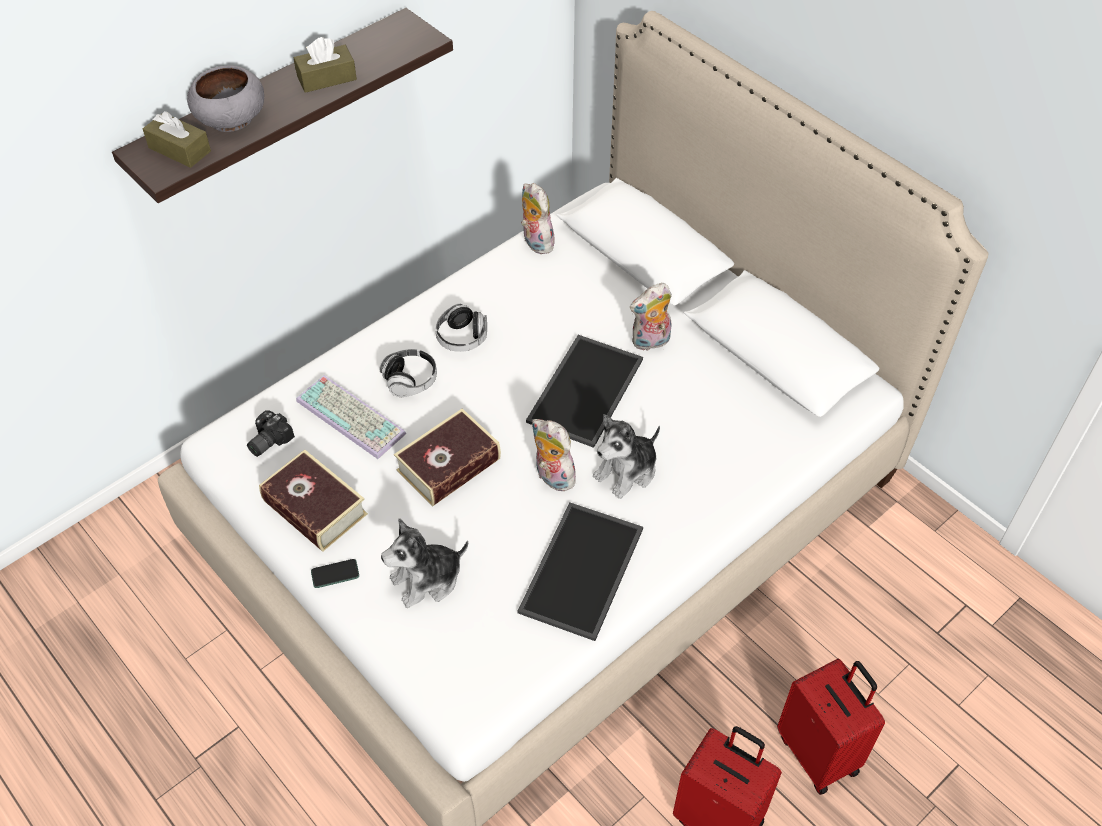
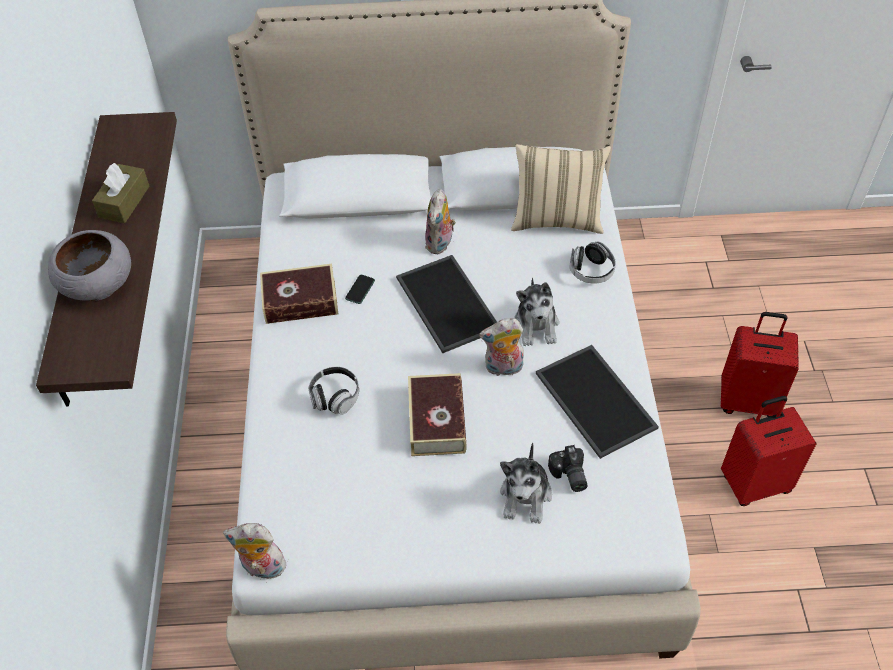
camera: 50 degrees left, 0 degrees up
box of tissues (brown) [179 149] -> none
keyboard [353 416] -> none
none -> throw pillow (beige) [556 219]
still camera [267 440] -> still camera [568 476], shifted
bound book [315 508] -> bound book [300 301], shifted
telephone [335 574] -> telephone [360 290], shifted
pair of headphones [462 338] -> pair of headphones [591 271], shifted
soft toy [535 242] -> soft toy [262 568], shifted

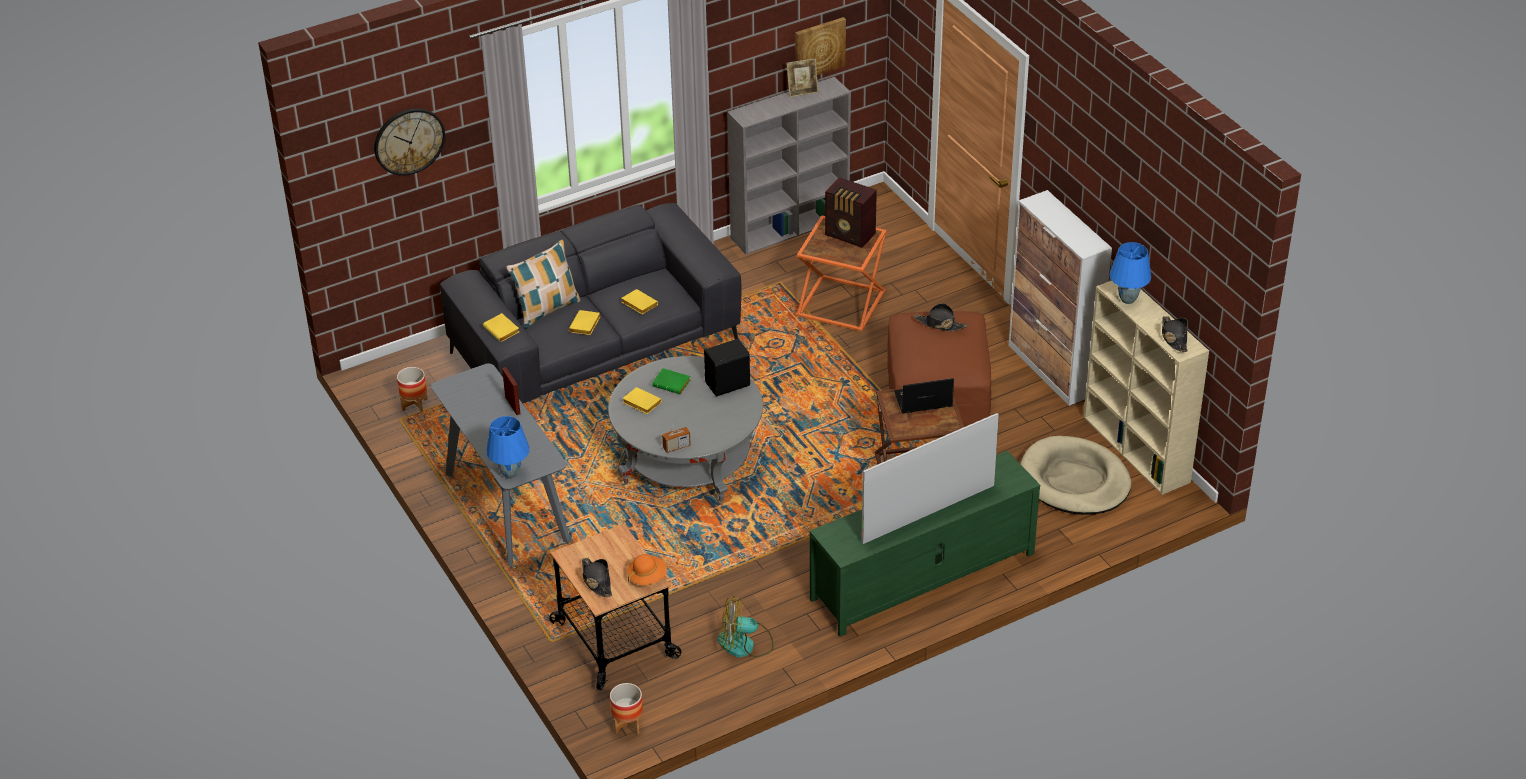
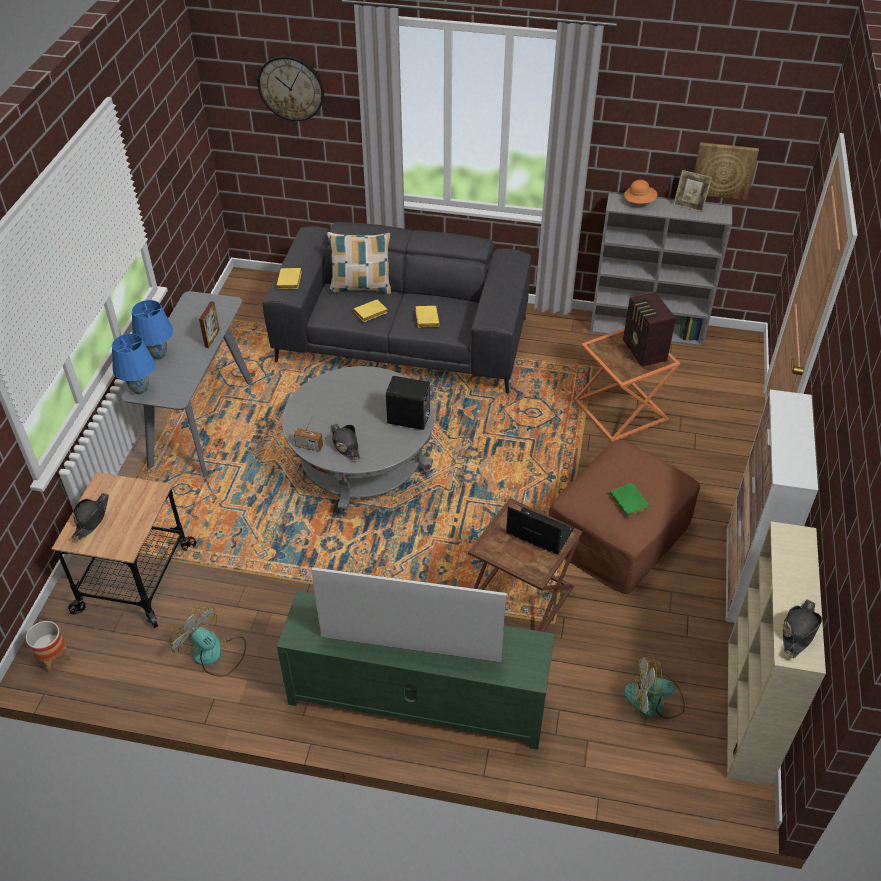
camera: 40 degrees right, 5 degrees up
plant pot [414 404] -> none
bound book (yellowish) [640 403] -> none
wearable hat (orangey) [647 577] -> wearable hat (orangey) [639 201], shifted
bound book (green-coloured) [672 384] -> bound book (green-coloured) [630 502], shifted
wearable hat (blackish) [940 324] -> wearable hat (blackish) [345 444], shifted
tabletop lamp (blue-coloured) [1127 299] -> tabletop lamp (blue-coloured) [158 355], shifted
pet bed (beige) [1074 481] -> cooling fan [653 701]

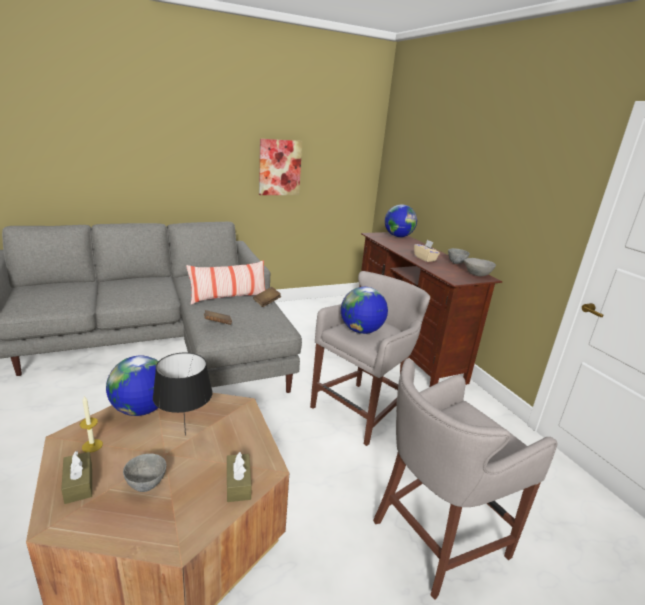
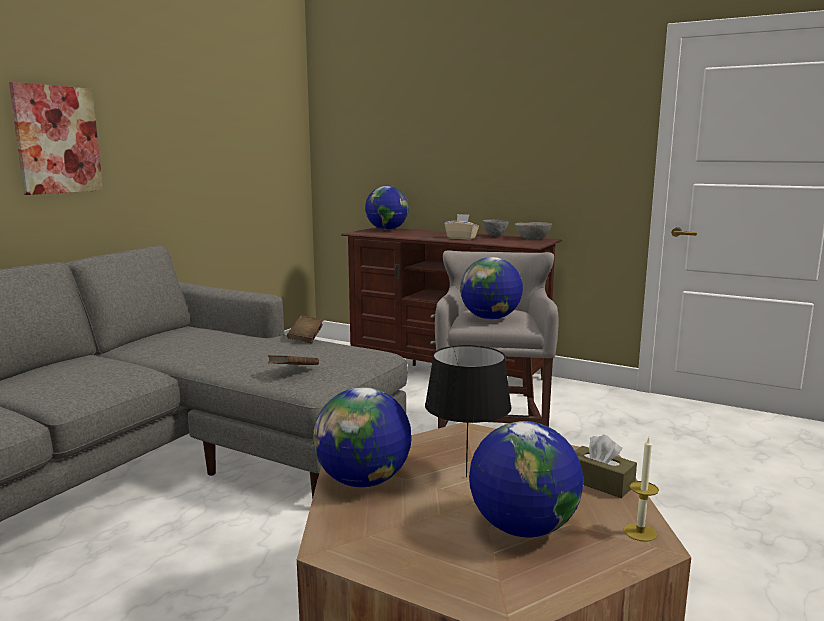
camera: 35 degrees left, 10 degrees down
box of tissues (brown) [79 484] -> none
throw pillow [228 298] -> none
sitting stool (greyish) [435 537] -> none
wax candle [92 445] -> wax candle [640 532], shifted
wall art [279 167] -> wall art [57 140], shifted
bowl (greyish) [146 484] -> desk globe [522 528]

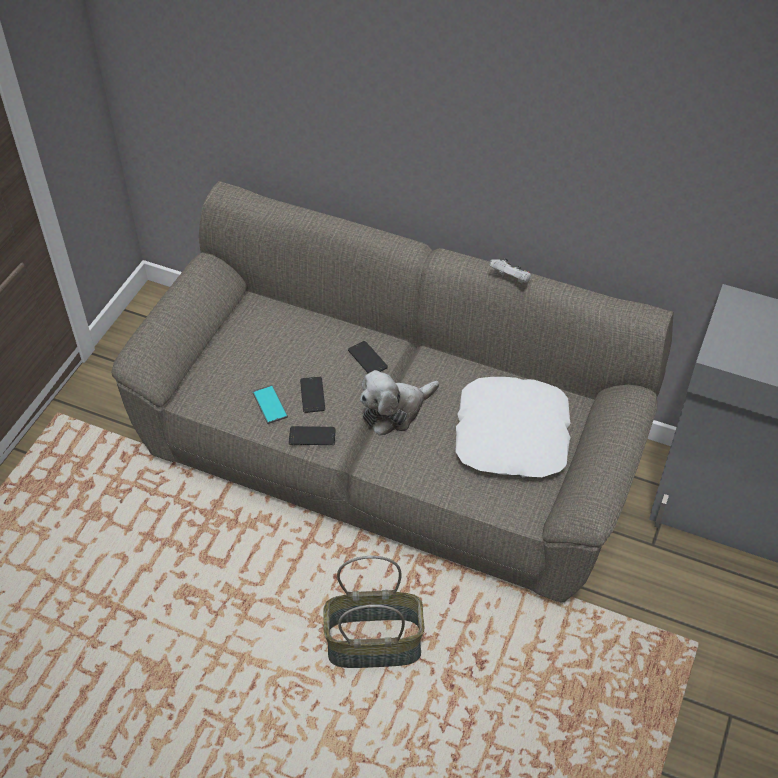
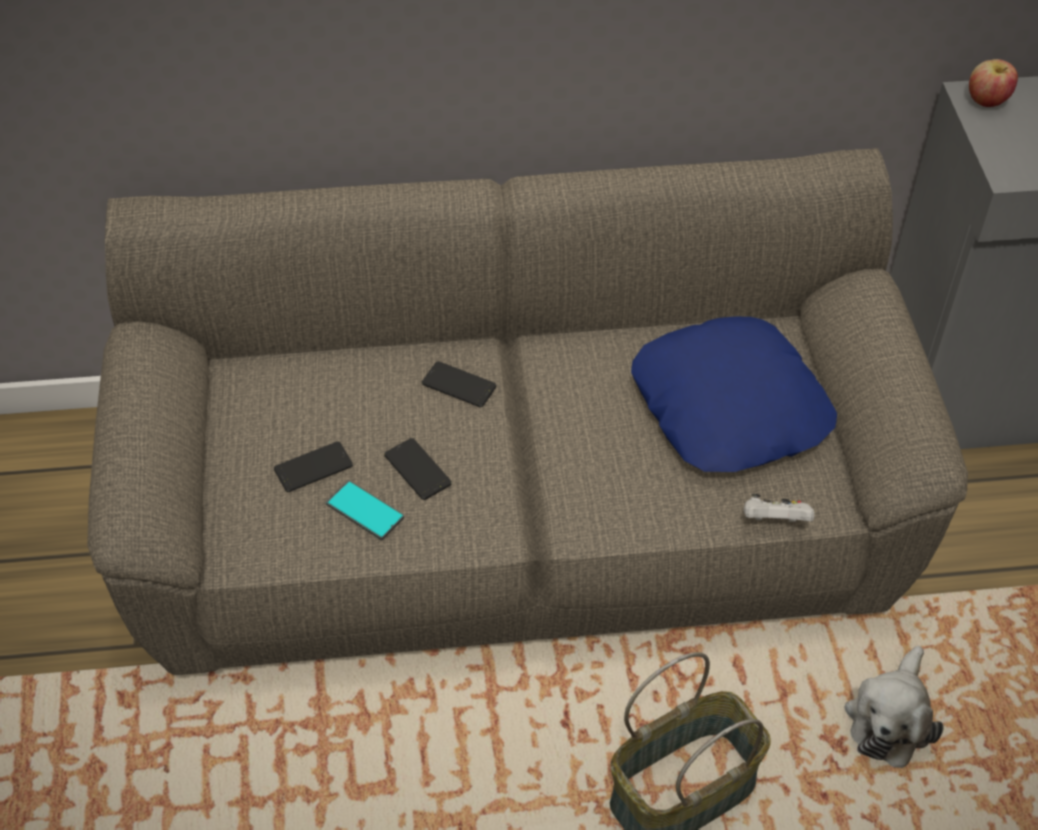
camera: 30 degrees left, 0 degrees up
none -> apple [987 101]
telephone [312 436] -> telephone [313 467], shifted
soft toy [395 411] -> soft toy [890 719], shifted
gamepad (white) [510 279] -> gamepad (white) [774 522], shifted
throw pillow (white) [513 435] -> throw pillow (blue-coloured) [730 407]

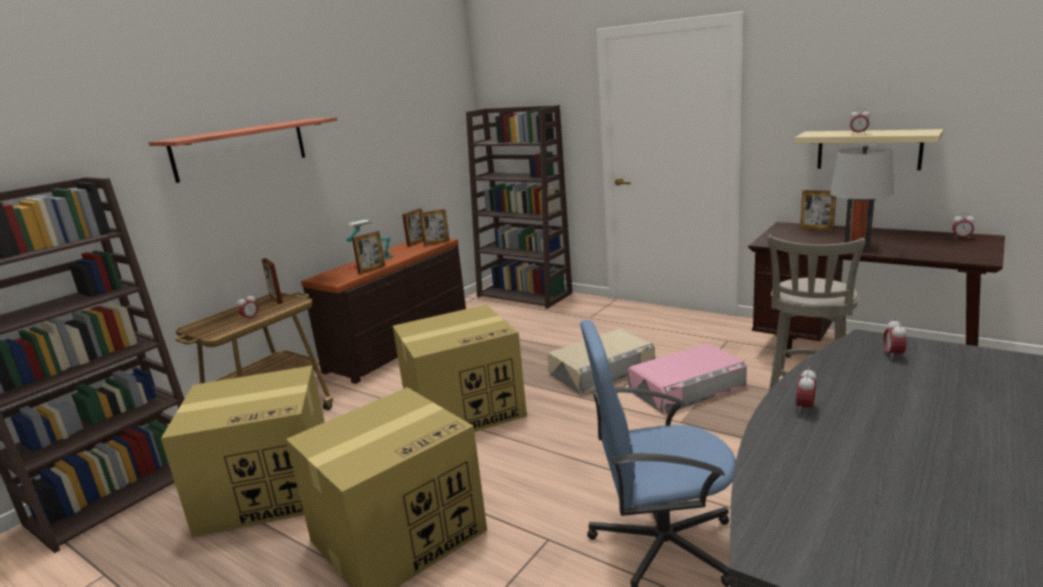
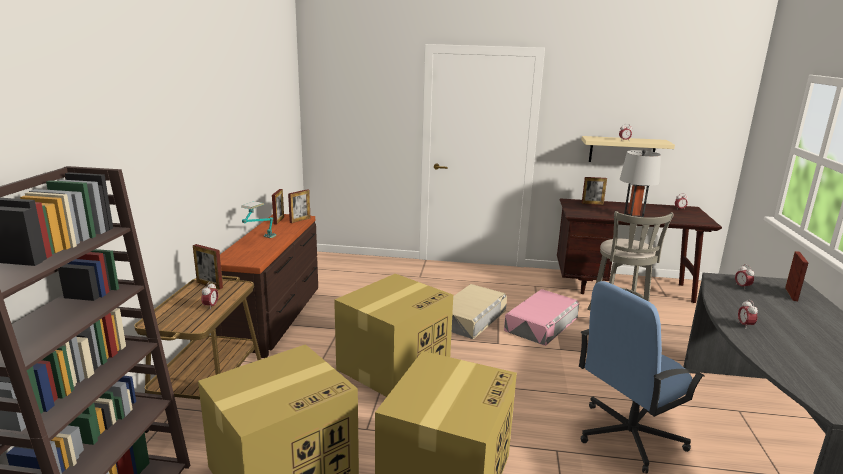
camera: 30 degrees left, 0 degrees up
bracket shelf [241 149] -> none
bookcase (brown) [525 295] -> none
standing frame [372 269] -> standing frame [791 294], shifted

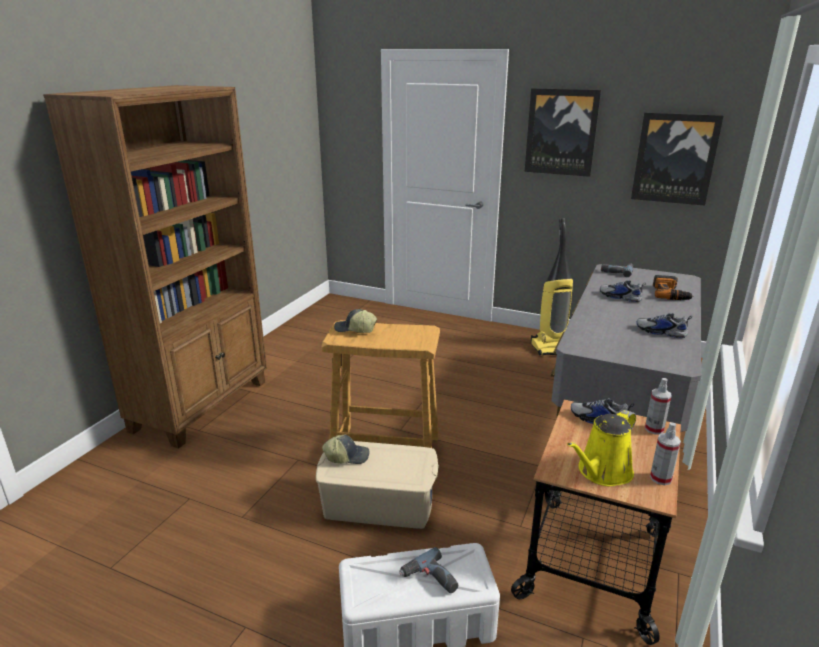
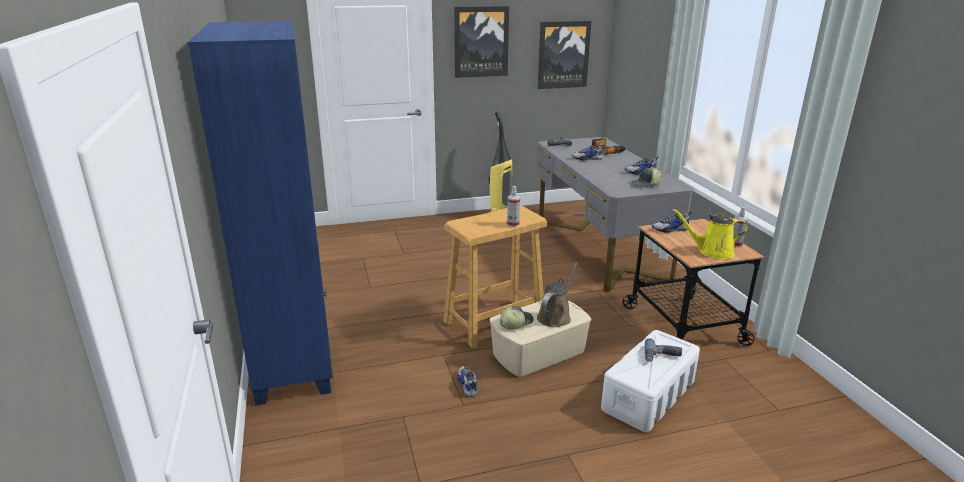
camera: 40 degrees left, 0 degrees up
none -> shoe [467 385]
none -> watering pot (brown) [555 316]
baseball cap [355 329] -> baseball cap [646 184], shifted
spray bottle [654 429] -> spray bottle [513 224], shifted
bookcase (brown) [202 405] -> bookcase (blue-coloured) [294 356]
watering pot (yellowish) [602 472] -> watering pot (yellowish) [712 252], 90 degrees clockwise

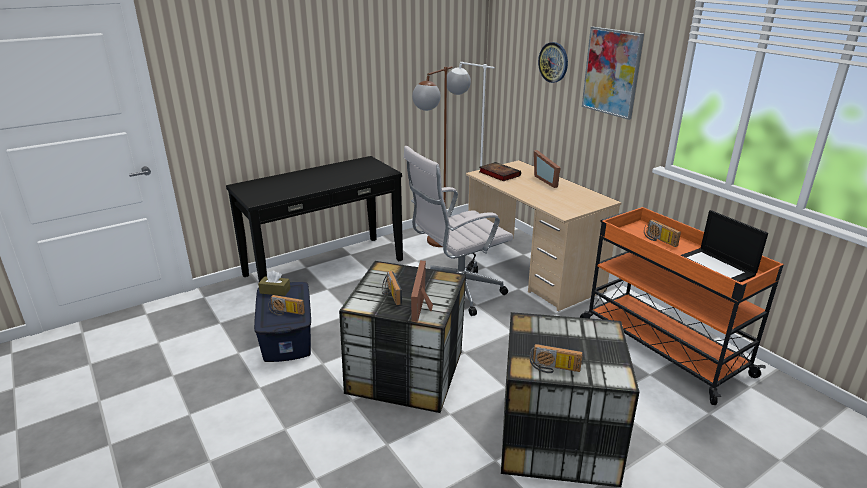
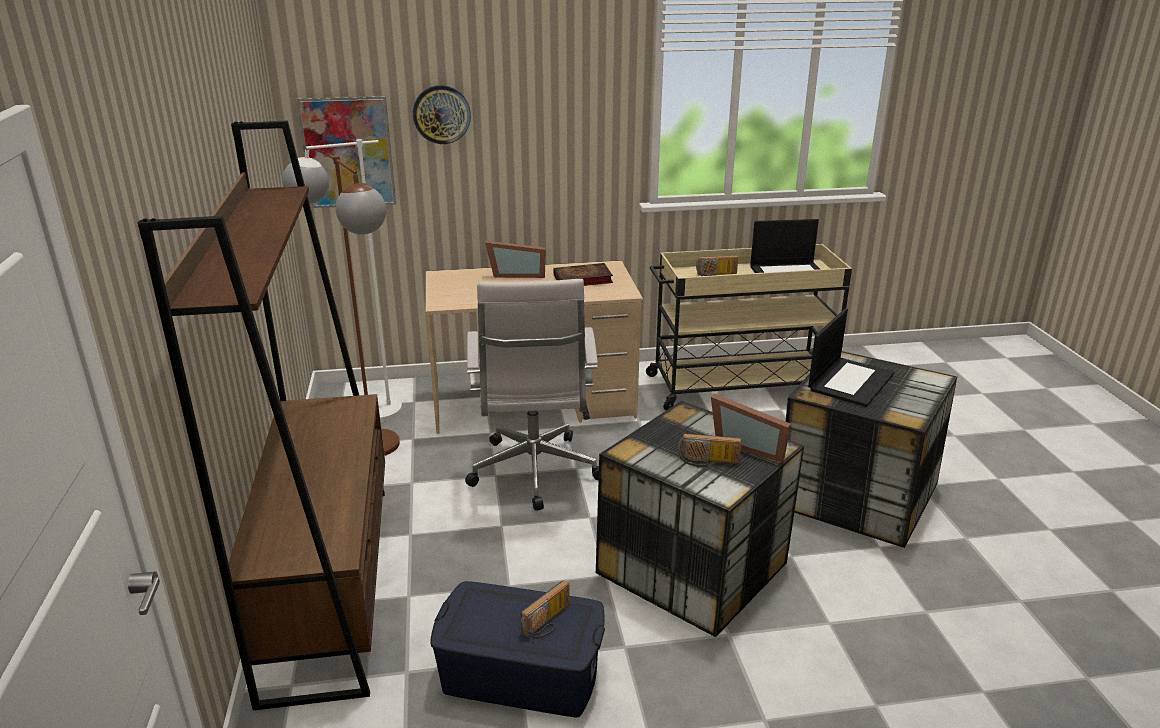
camera: 65 degrees left, 0 degrees up
box of tissues (brown) [275 291] -> none
radio [554 368] -> none
none -> notebook computer [850 381]
bound book [498 174] -> bound book [581 279], shifted
wall art [611 72] -> wall art [348 152], shifted
hall table (blackish) [324 267] -> bookcase (brown) [329 584]
trolley (orangey) [661 346] -> trolley (beige) [739 386]

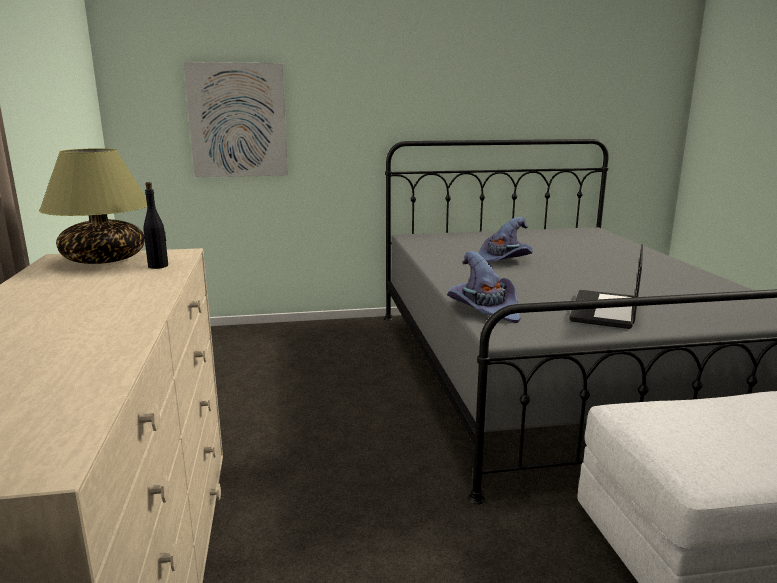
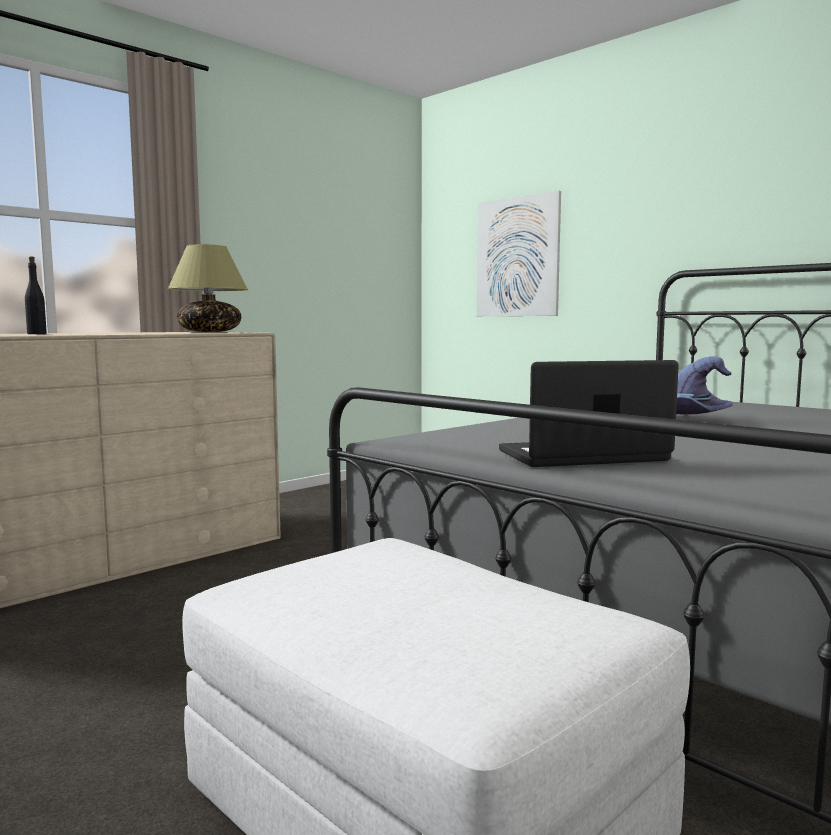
camera: 55 degrees right, 10 degrees down
wearable hat (purplish) [484 309] -> none
drink bottle (blackish) [158 266] -> drink bottle (blackish) [37 334], shifted

